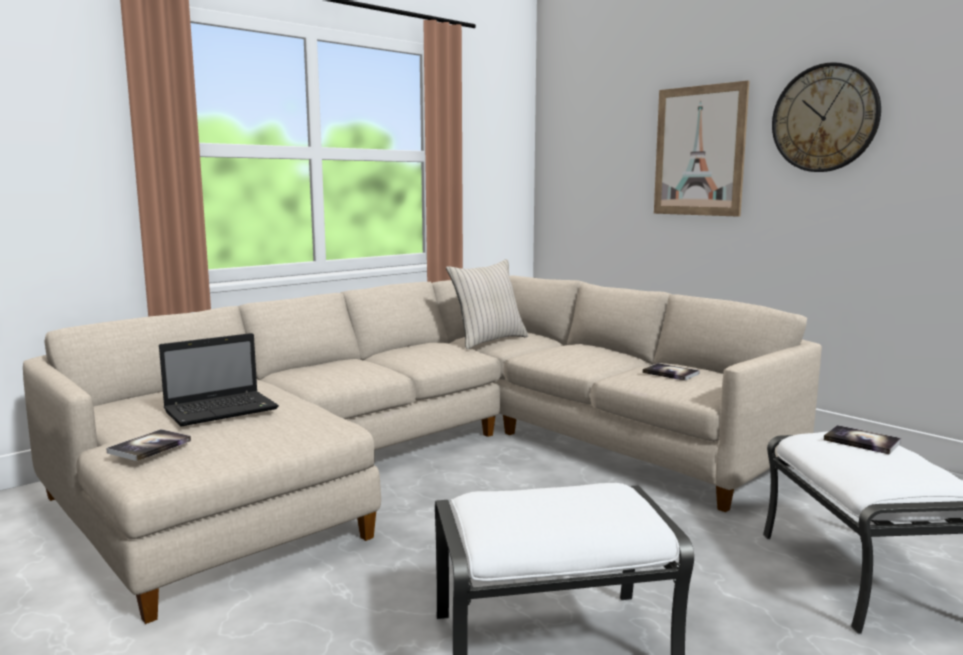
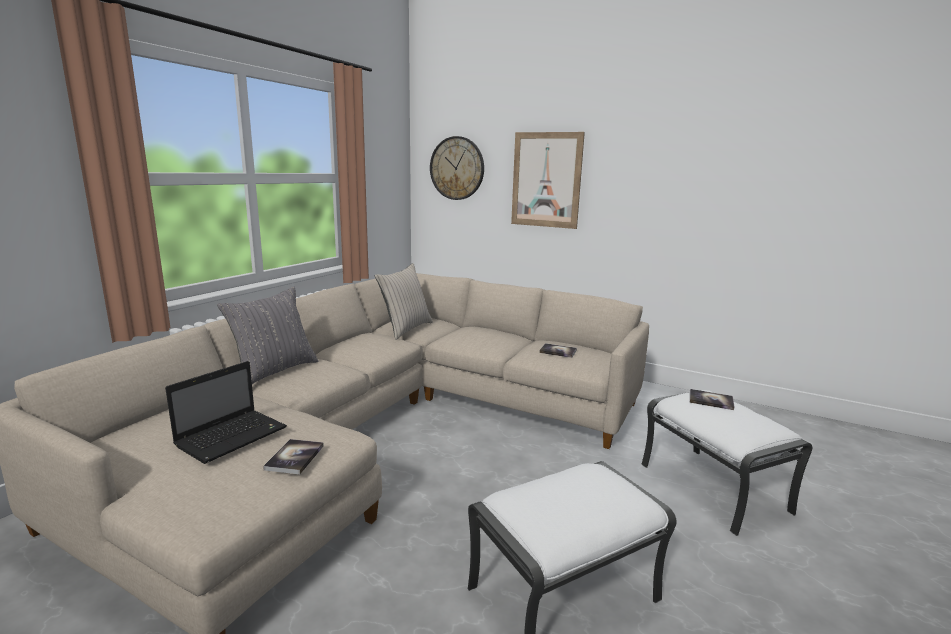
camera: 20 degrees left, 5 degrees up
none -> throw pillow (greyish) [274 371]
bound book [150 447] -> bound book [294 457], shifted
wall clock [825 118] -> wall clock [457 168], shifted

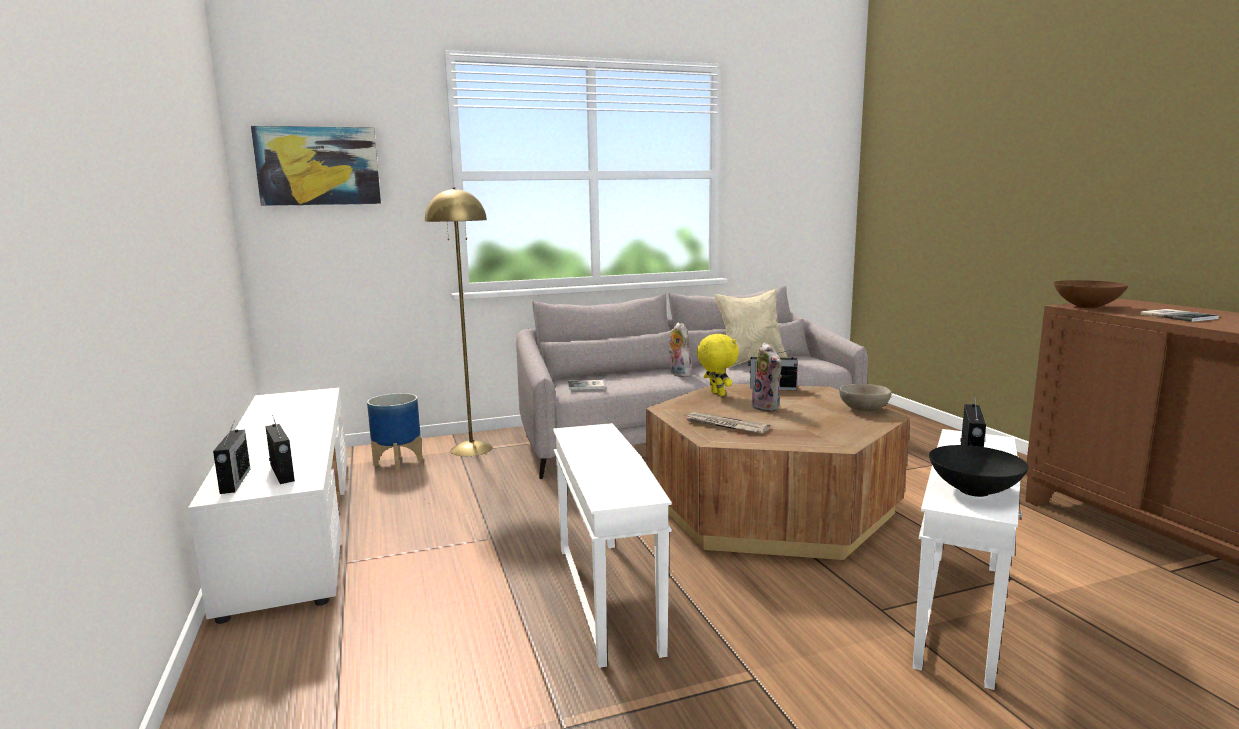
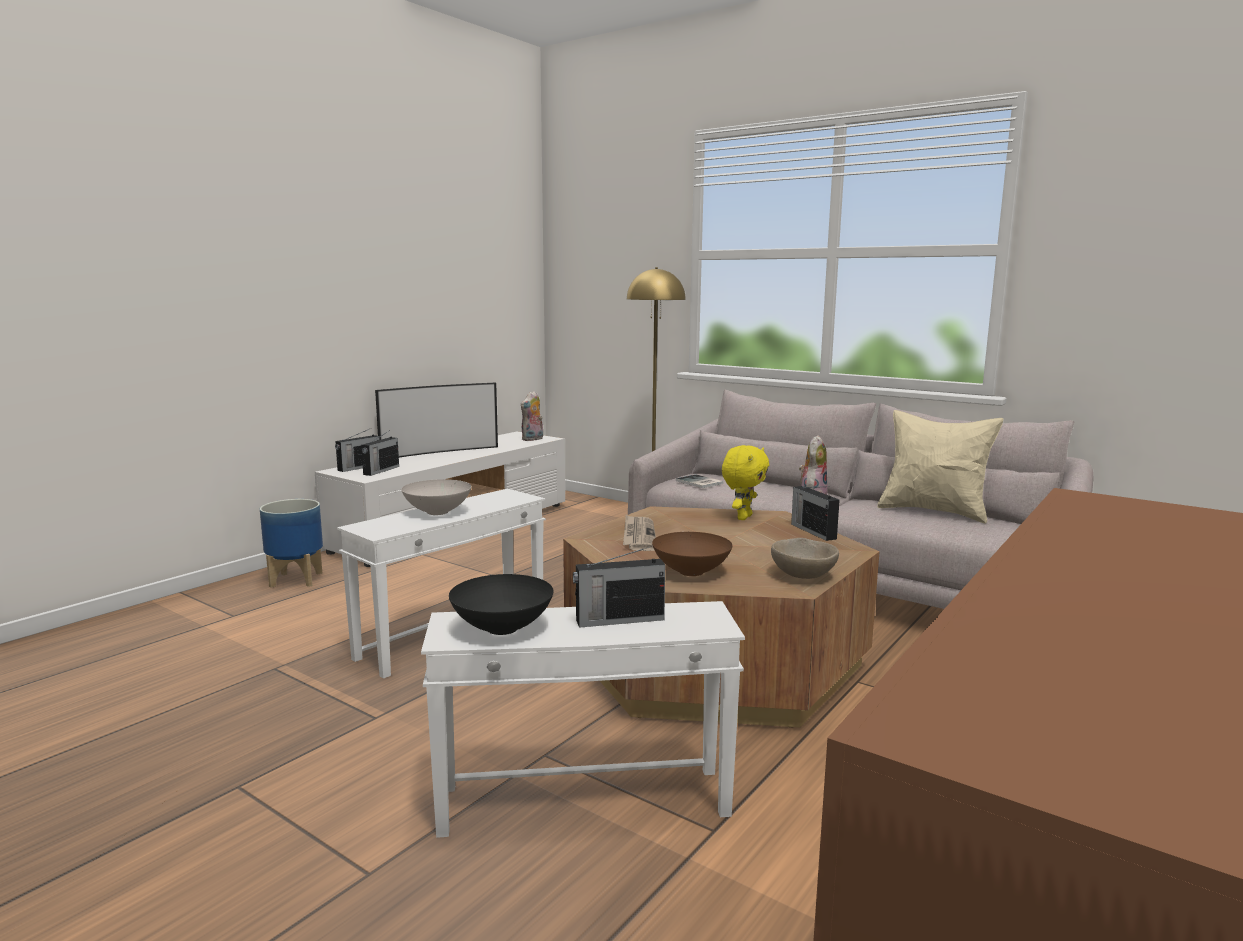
camera: 55 degrees right, 0 degrees up
wall art [318 166] -> none
bound book [1177 316] -> none
none -> TV [439 452]
none -> bowl (white) [439 512]
plant pot [399 463] -> plant pot [296 580], shifted
soft toy [768 407] -> soft toy [533 439], shifted
bowl (brown) [1086 307] -> bowl (brown) [692 571], shifted

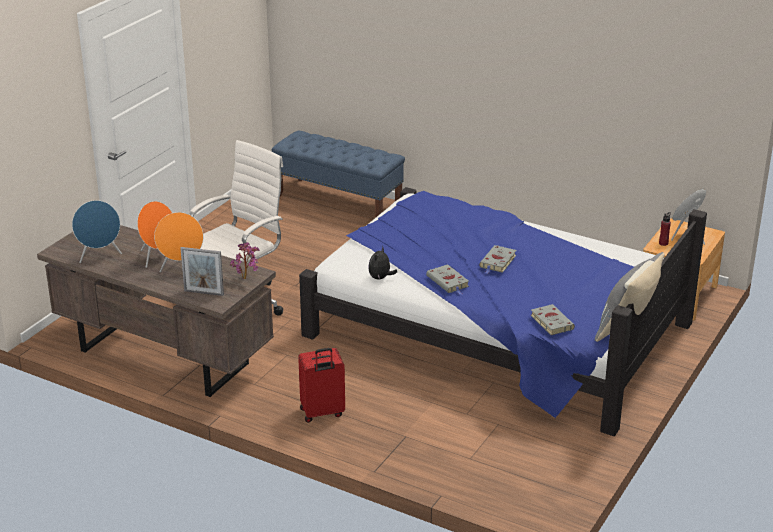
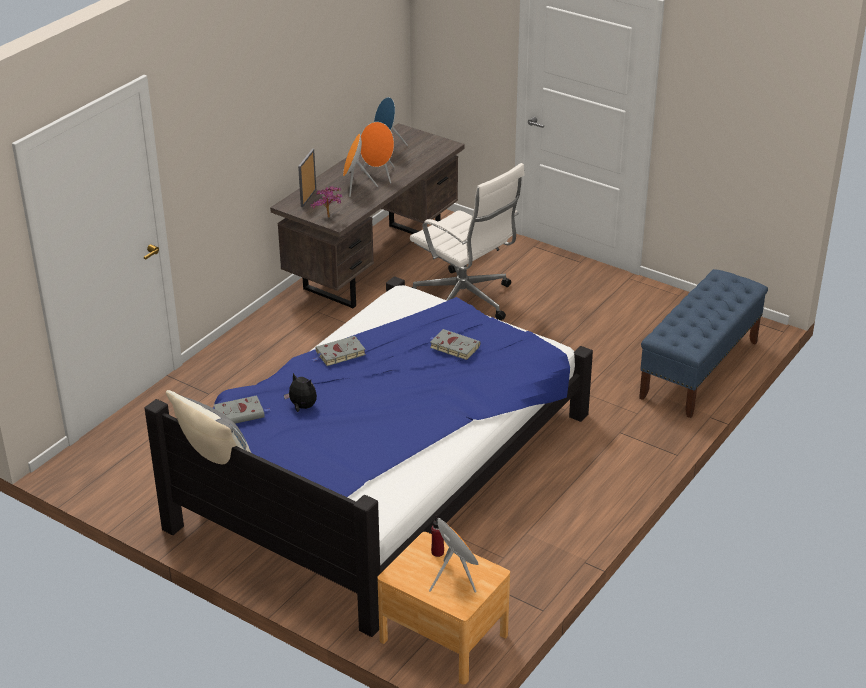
camera: 95 degrees right, 5 degrees up
suitcase (red-coloured) [322 413] -> none
soft toy [380 278] -> soft toy [302 407], shifted
bound book (greyish) [497 262] -> bound book (greyish) [453 347], shifted

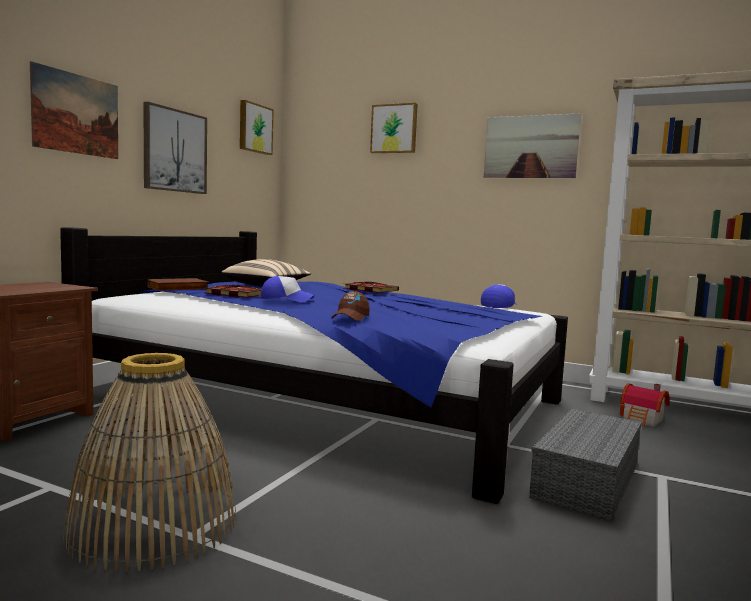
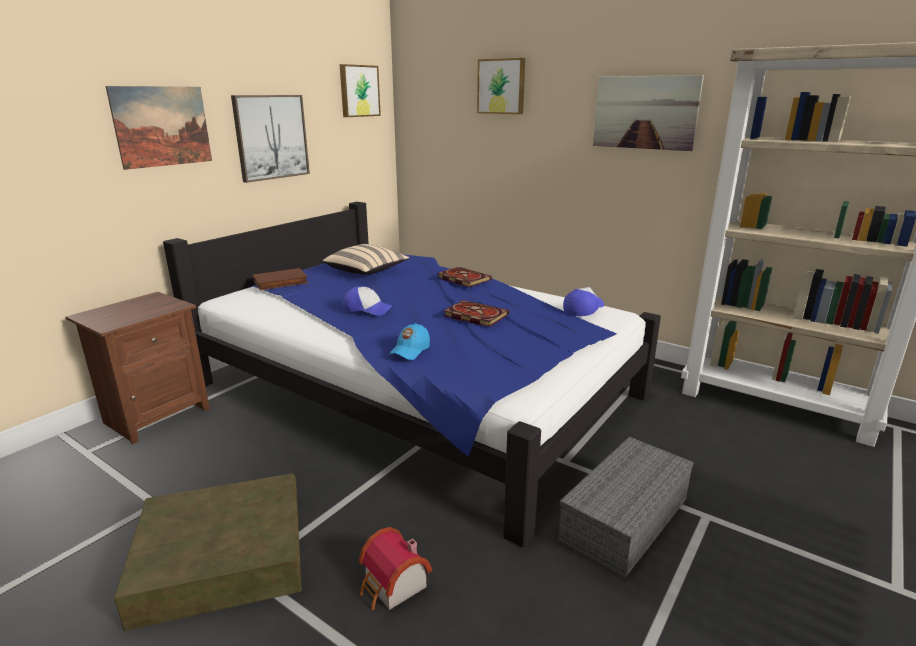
camera: 10 degrees right, 15 degrees up
bound book [234 294] -> bound book [474 316], shifted
miniature house [643 420] -> miniature house [393 587], shifted
basket [153 525] -> storage bin (brown) [222 557]
baseball cap (brown) [350 318] -> baseball cap (blue-coloured) [410 351]

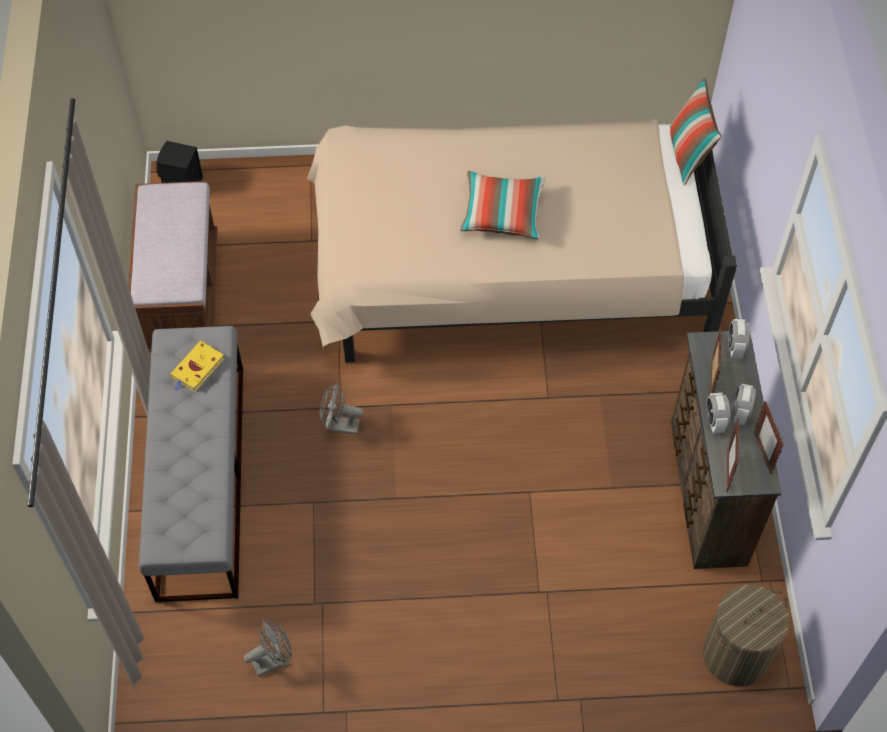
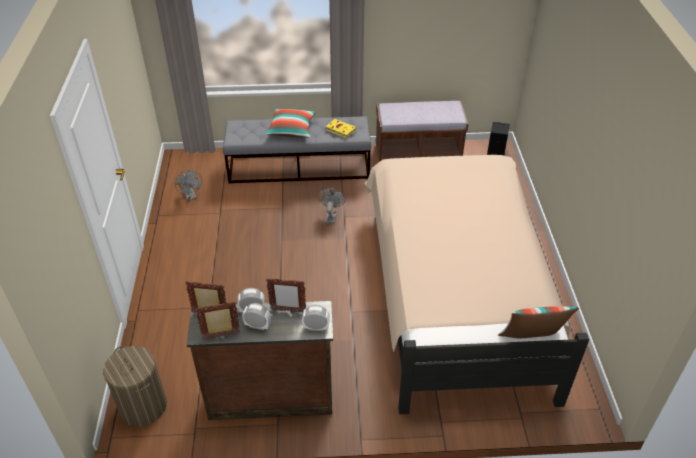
camera: 90 degrees right, 15 degrees down
throw pillow [502 213] -> throw pillow [291 129], shifted

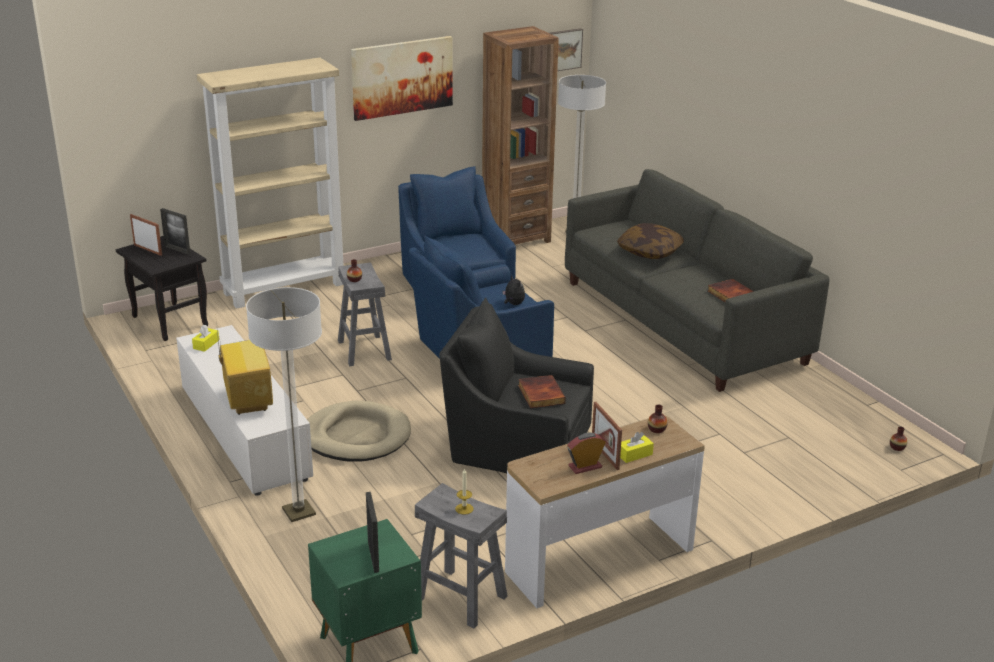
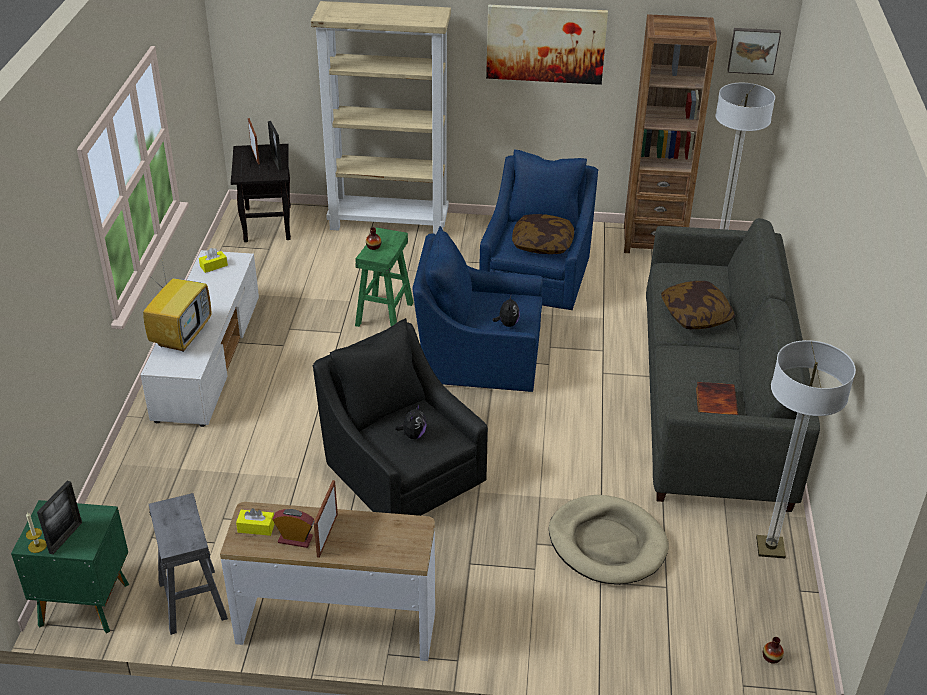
camera: 35 degrees right, 10 degrees up
decorative vase [656 429] -> none
none -> throw pillow [542 244]
standing lamp [299 512] -> standing lamp [770 548], shifted
pet bed (beige) [356 436] -> pet bed (beige) [607 543], shifted
wax candle [464 509] -> wax candle [37 546], shifted
box of tissues (yellowish) [634 454] -> box of tissues (yellowish) [256 527], shifted
bound book [540 394] -> soft toy [413 435]
sitting stool (greyish) [363 350] -> sitting stool (green-coloured) [384 313]

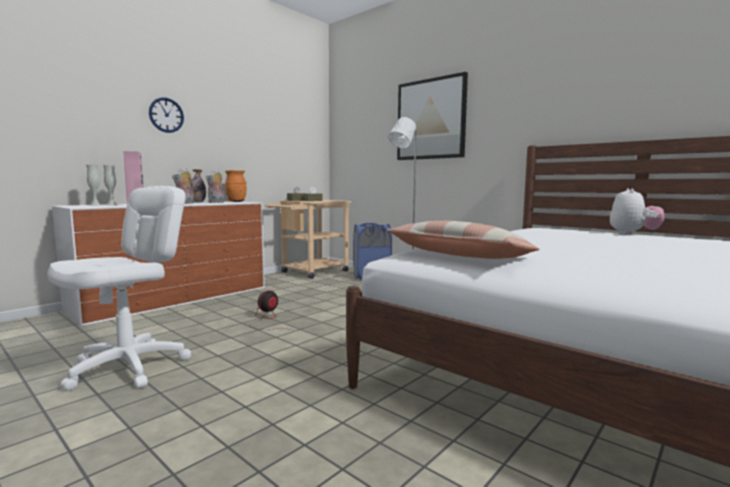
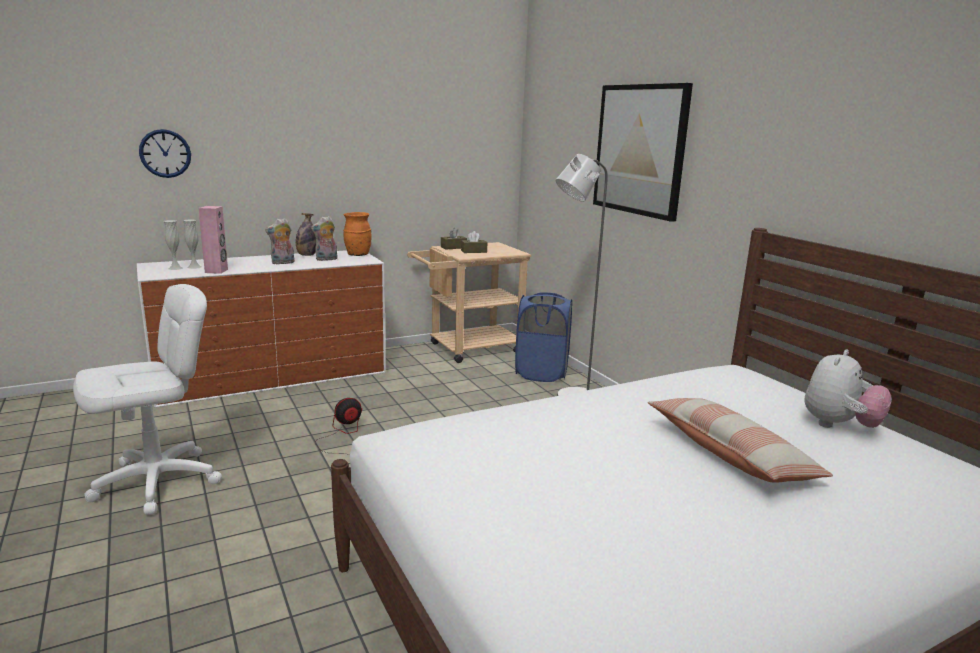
camera: 20 degrees right, 10 degrees up
wall clock [166 115] -> wall clock [165 153], shifted
throw pillow [458 255] -> throw pillow [730 454], shifted

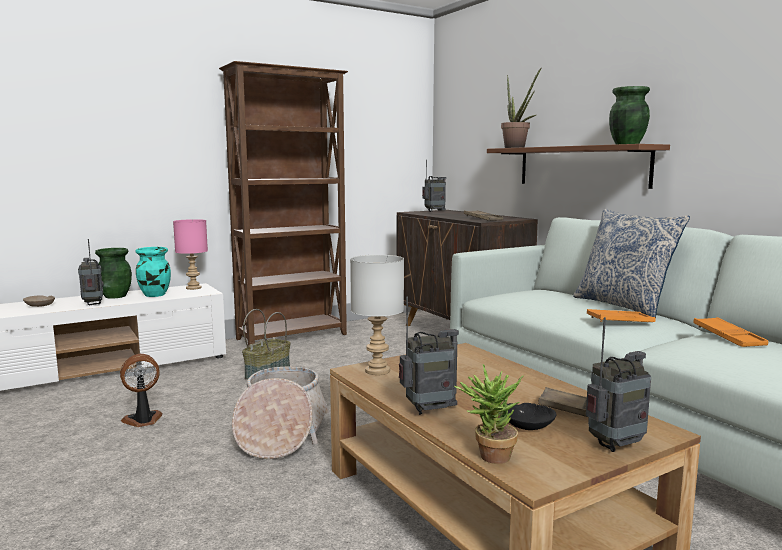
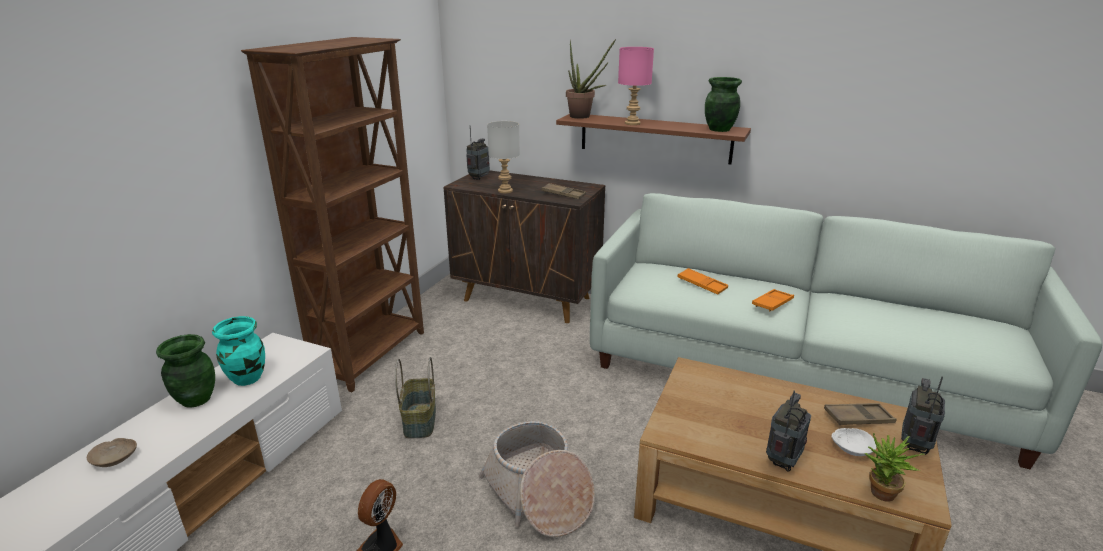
camera: 35 degrees left, 15 degrees up
radio [93 304] -> none
throw pillow [623 306] -> none
tabletop lamp (pinkish) [193 288] -> tabletop lamp (pinkish) [632 123], shifted
tabletop lamp (greyish) [376 370] -> tabletop lamp (greyish) [504 191], shifted
tray (orangey) [728 337] -> tray (orangey) [702 284], shifted
bowl (blackish) [527 425] -> bowl (white) [851 448]

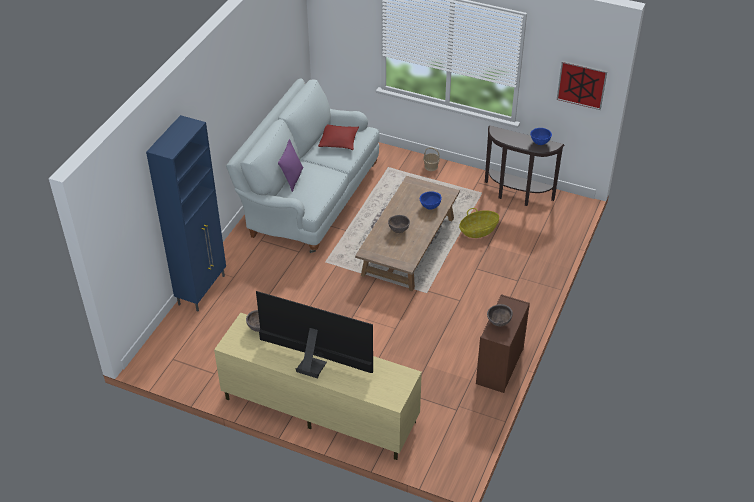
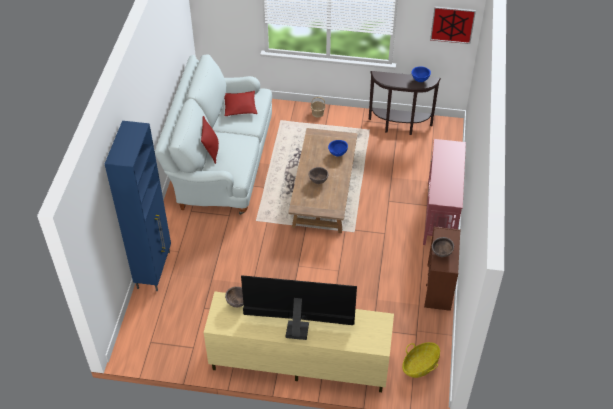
camera: 15 degrees left, 5 degrees up
none -> hall table (red-coloured) [440 214]
basket [478 231] -> basket [420 366], shifted
throw pillow (purplish) [292 179] -> throw pillow (red-coloured) [211 151]

